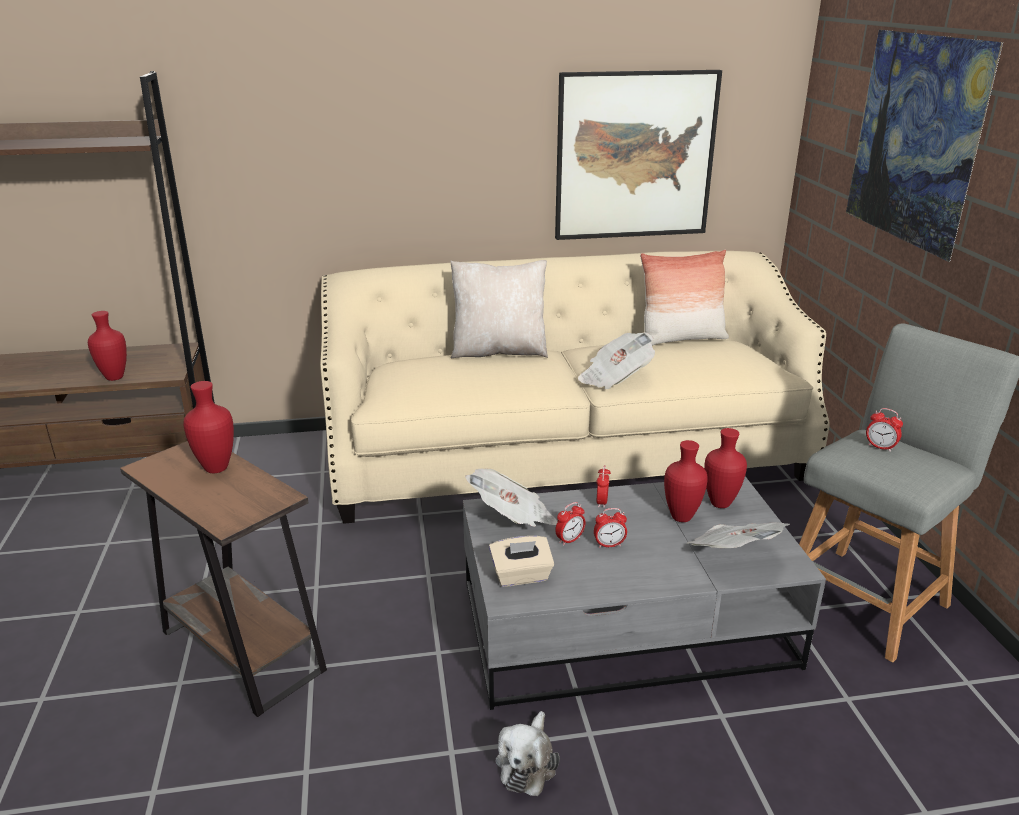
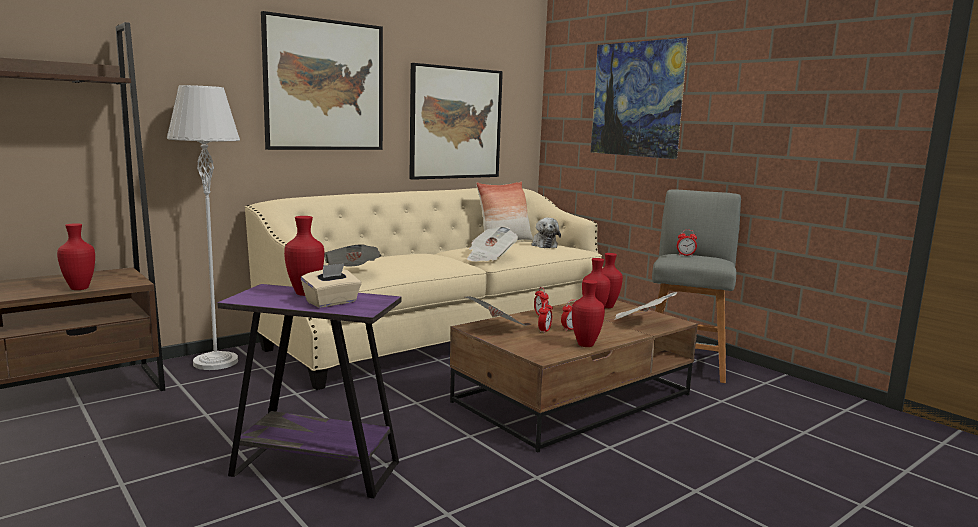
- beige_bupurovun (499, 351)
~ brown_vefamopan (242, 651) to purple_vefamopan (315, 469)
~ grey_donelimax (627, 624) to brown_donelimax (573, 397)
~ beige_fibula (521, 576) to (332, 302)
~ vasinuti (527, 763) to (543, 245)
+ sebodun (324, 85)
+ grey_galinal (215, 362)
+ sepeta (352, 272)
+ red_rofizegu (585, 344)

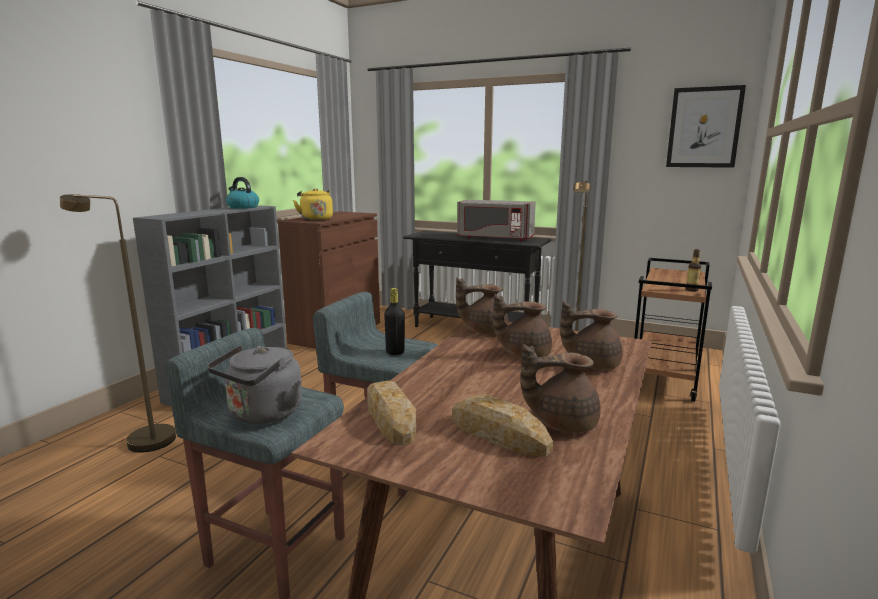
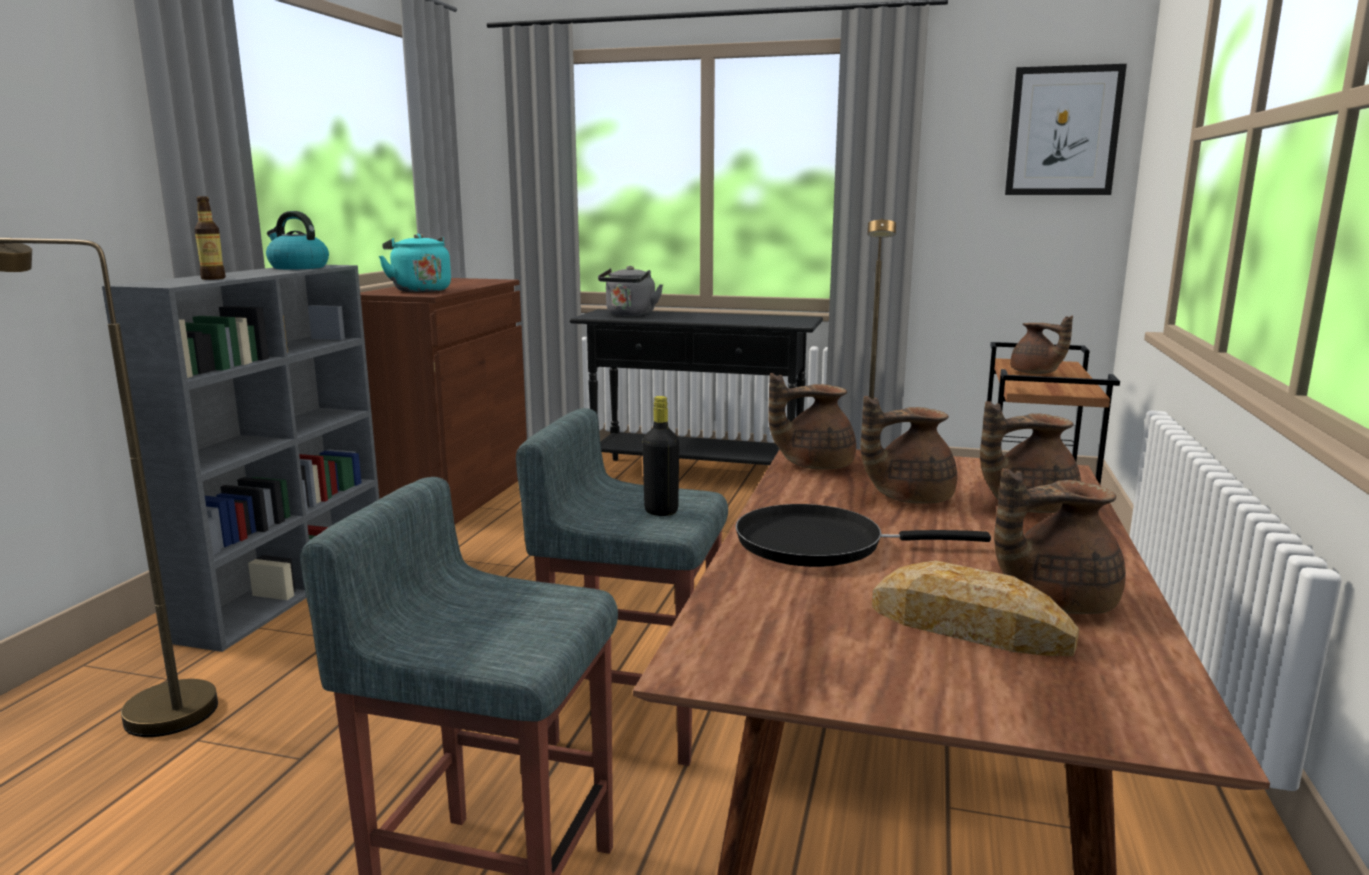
~ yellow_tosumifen (316, 219) to turquoise_tosumifen (420, 290)
- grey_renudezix (494, 238)
~ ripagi (691, 290) to (213, 278)
~ grey_tosumifen (263, 415) to (629, 315)
- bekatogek (390, 418)
+ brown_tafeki (1035, 373)
+ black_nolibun (820, 544)

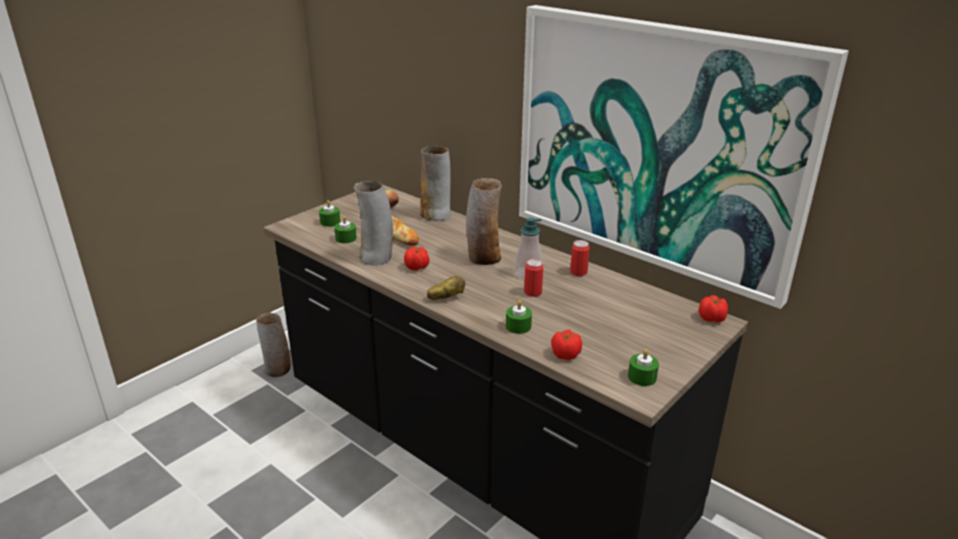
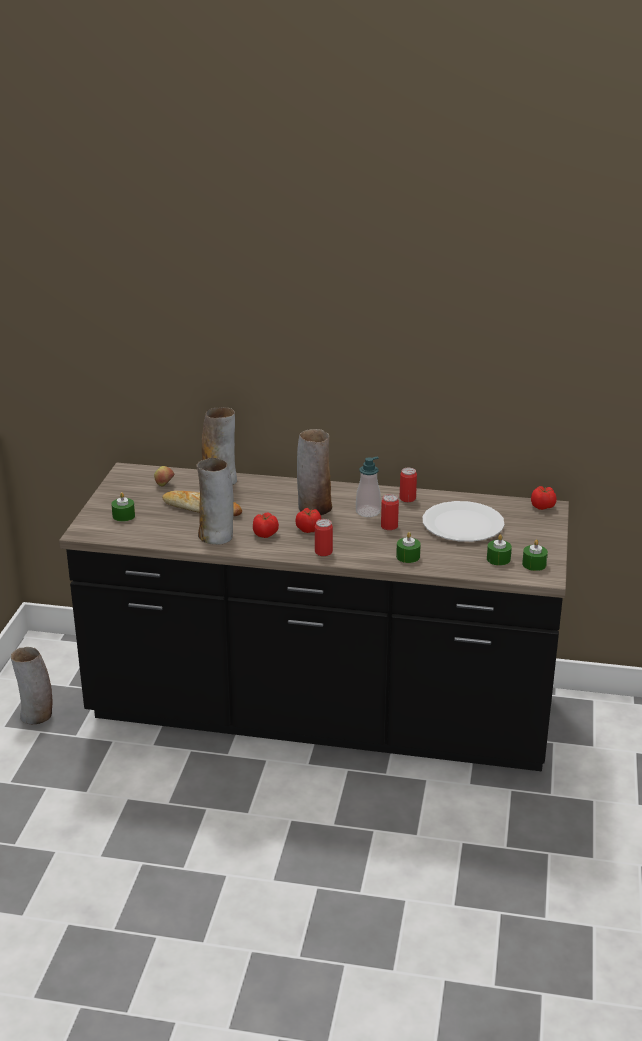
- sebodun (655, 147)
~ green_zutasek (346, 238) to (498, 559)
~ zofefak (446, 298) to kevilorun (323, 552)
~ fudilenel (565, 354) to (308, 529)
+ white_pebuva (463, 524)

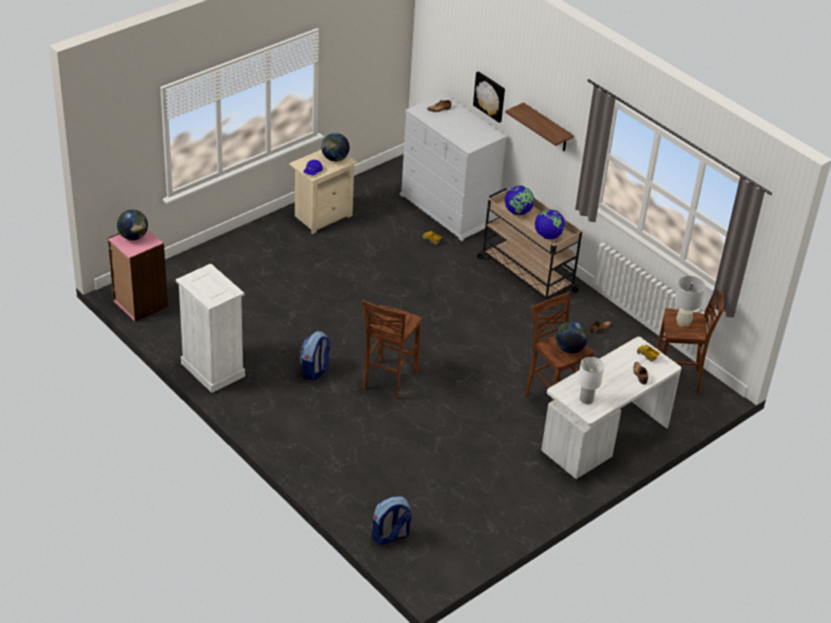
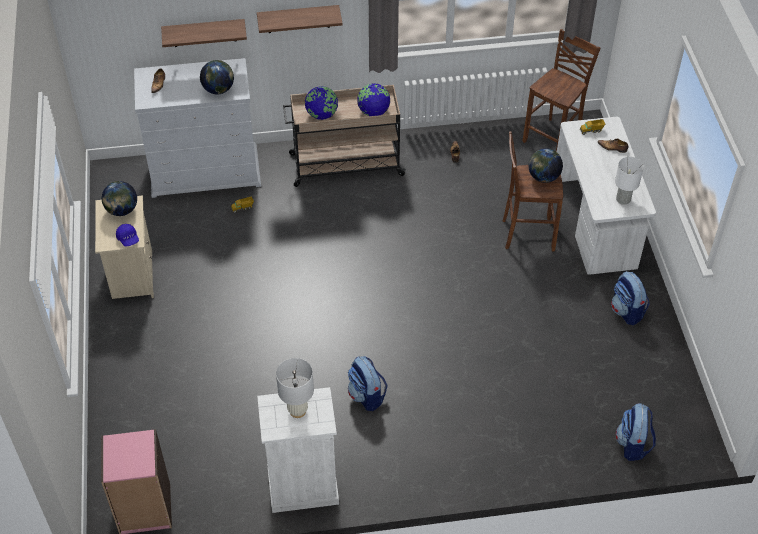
~ sebodun (490, 96) to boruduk (204, 33)
~ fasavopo (133, 237) to (218, 90)
~ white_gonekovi (683, 323) to (298, 410)
- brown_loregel (388, 381)
+ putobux (627, 311)

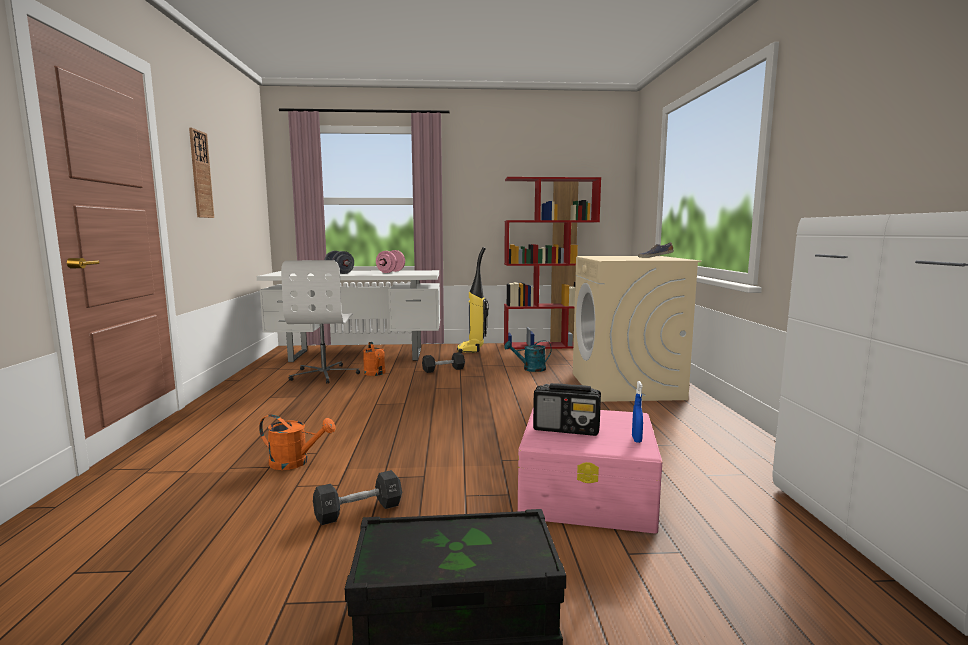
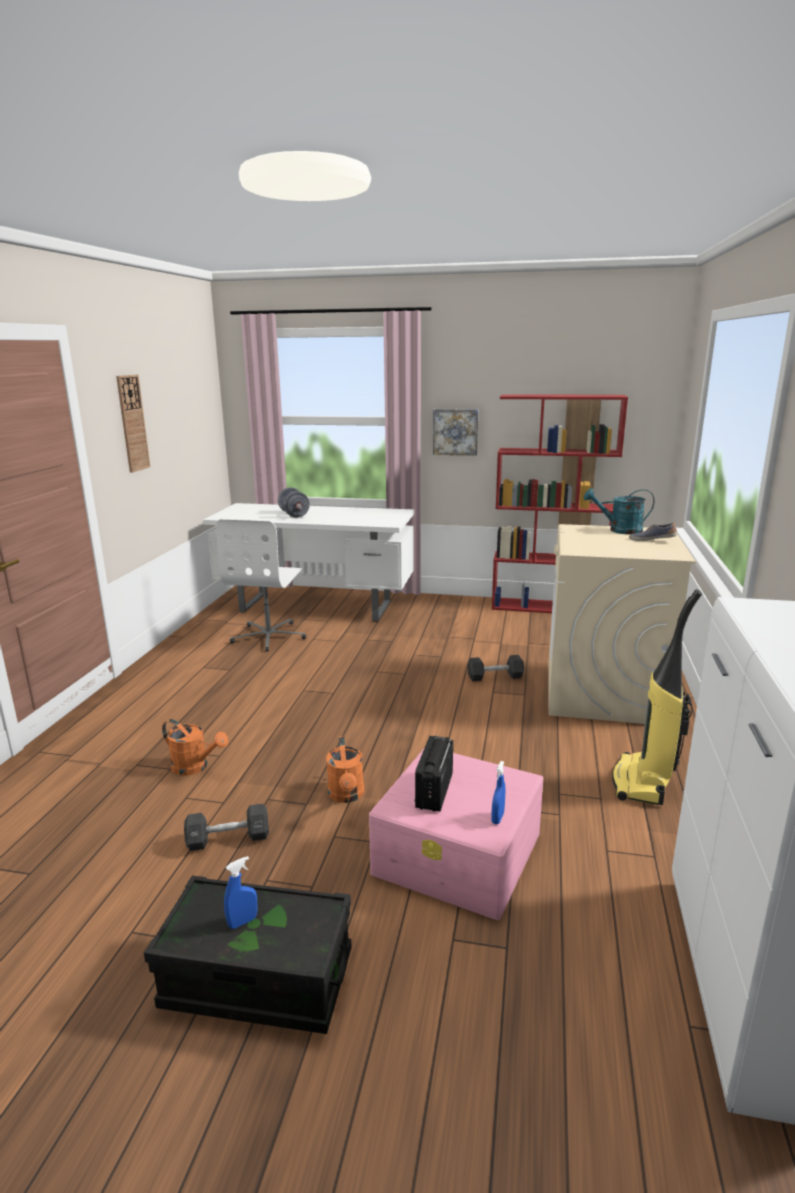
~ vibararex (471, 349) to (642, 783)
- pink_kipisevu (391, 272)
~ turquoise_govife (530, 369) to (619, 530)
~ orange_govife (375, 374) to (347, 796)
~ black_kipisevu (443, 370) to (495, 677)
~ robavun (566, 429) = (434, 791) 75 degrees clockwise
+ sebodun (455, 431)
+ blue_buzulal (243, 922)

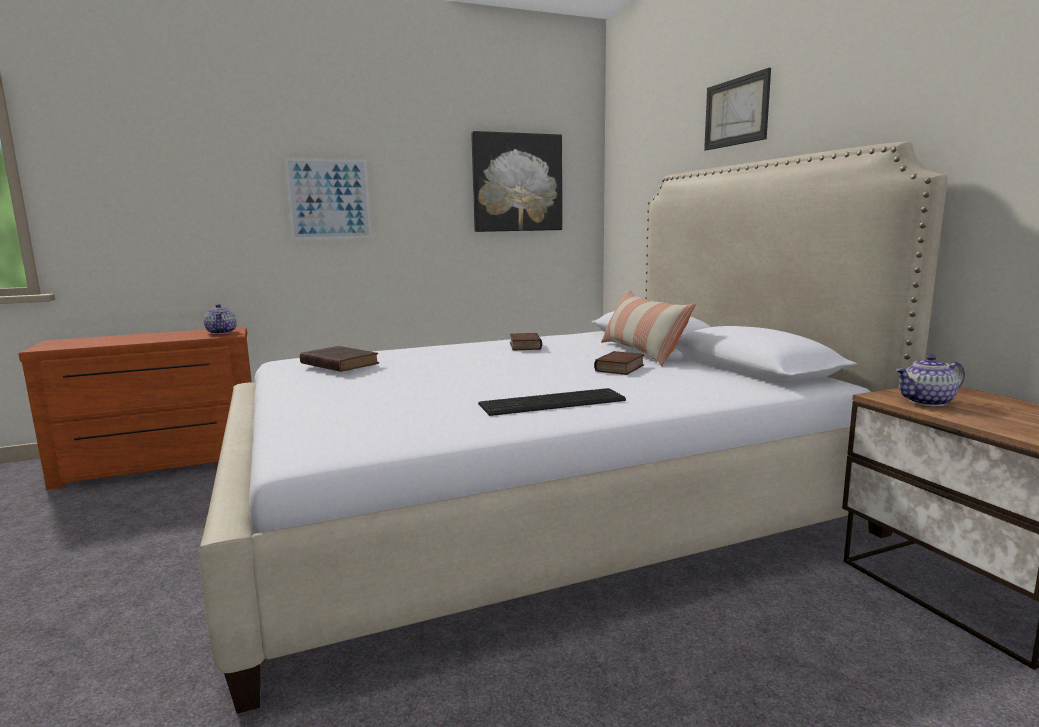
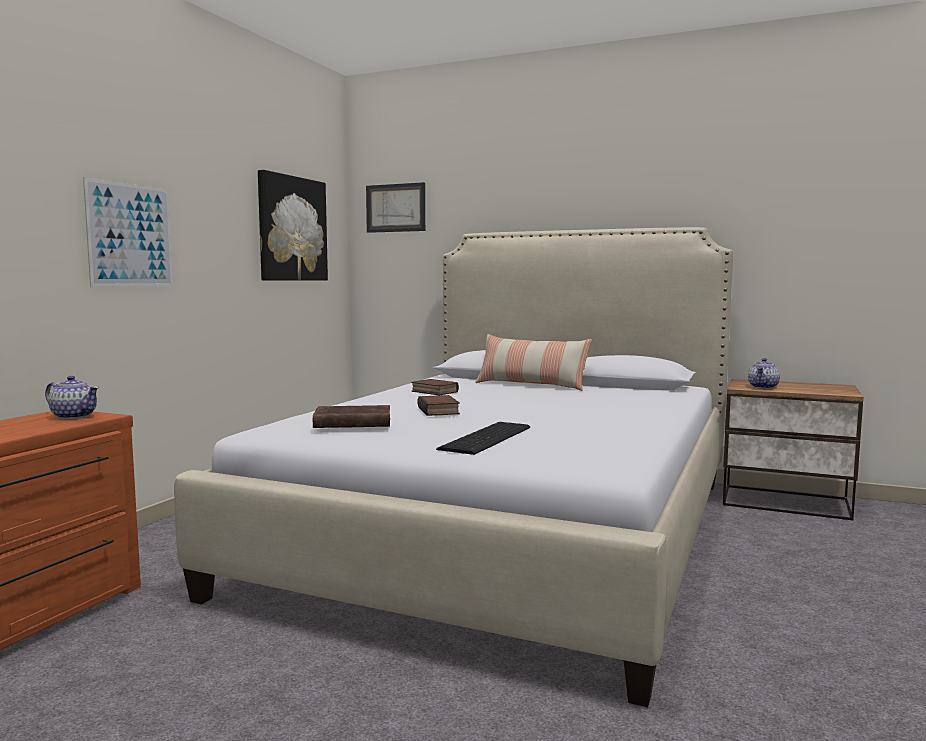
~ sebodun (736, 112) to (395, 208)
~ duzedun (621, 368) to (440, 411)
~ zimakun (554, 403) to (489, 438)

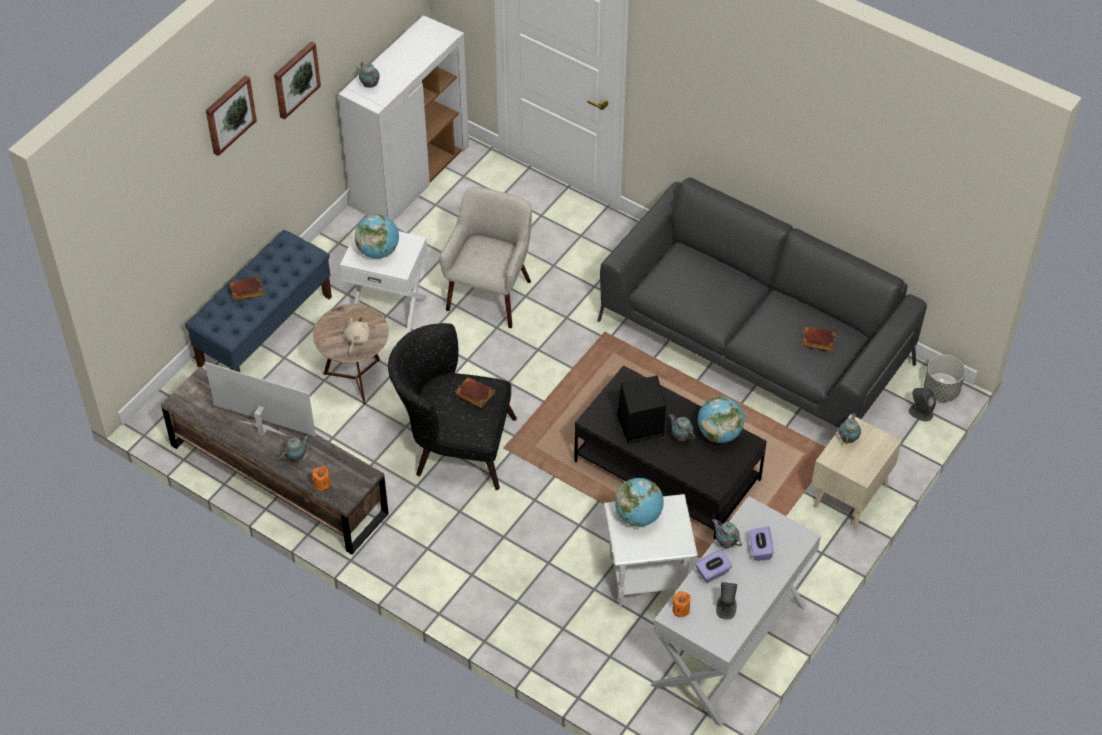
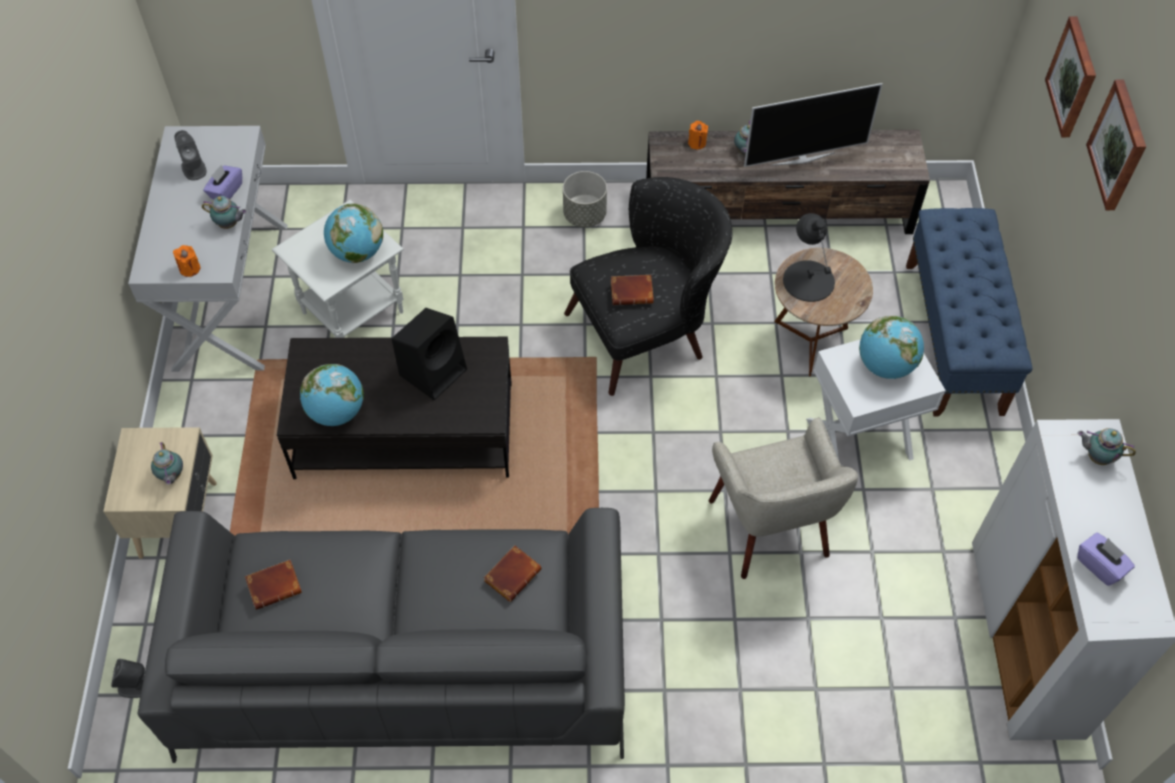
~ sebodun (295, 79) to (1073, 77)
~ brown_duzedun (246, 292) to (512, 574)
~ beige_vasinuti (356, 340) to black_gonekovi (808, 280)
~ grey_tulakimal (941, 390) to (584, 215)
- tafeki (681, 436)
~ purple_fibula (760, 549) to (1100, 565)
~ orange_zutasek (681, 610) to (190, 269)

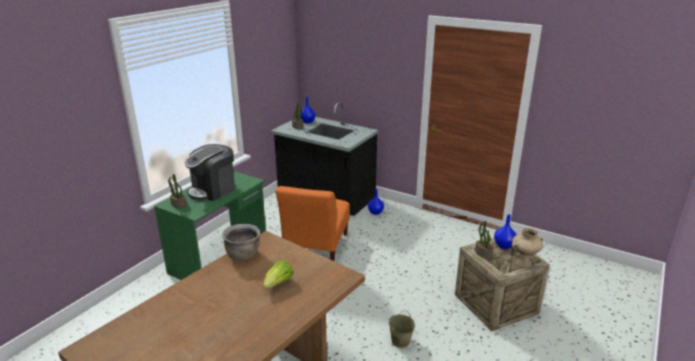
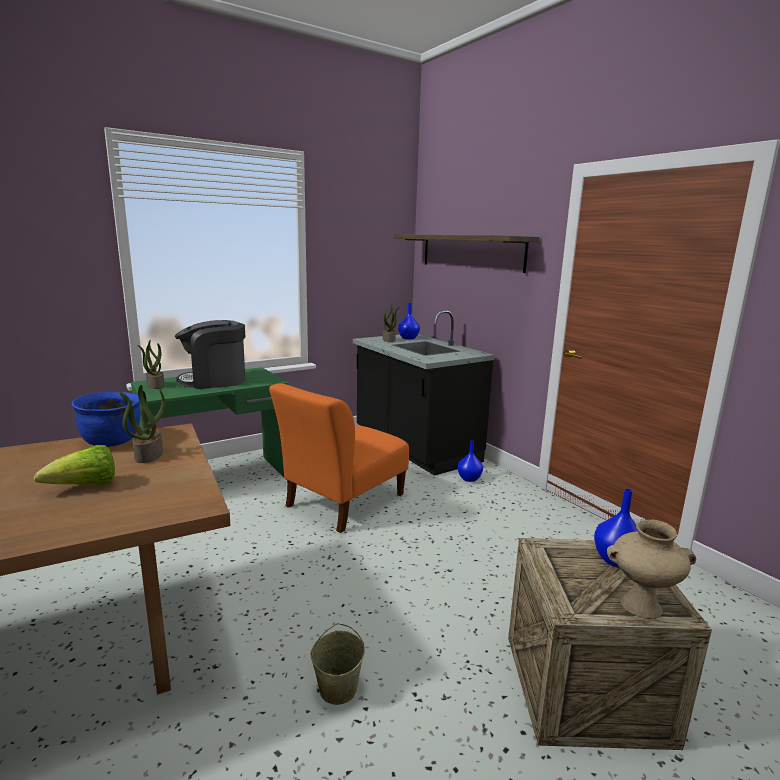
~ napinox (482, 253) to (148, 455)
~ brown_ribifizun (243, 255) to blue_ribifizun (112, 441)
+ boruduk (471, 252)

